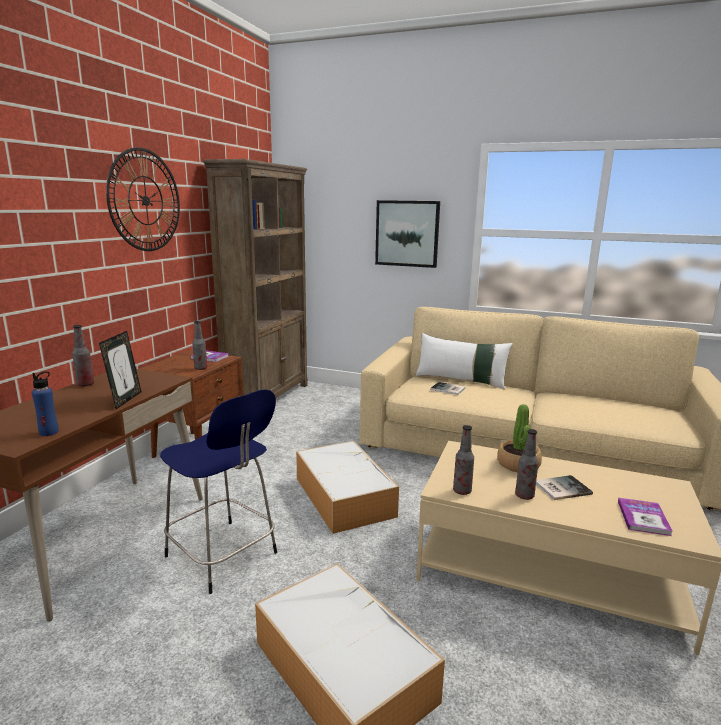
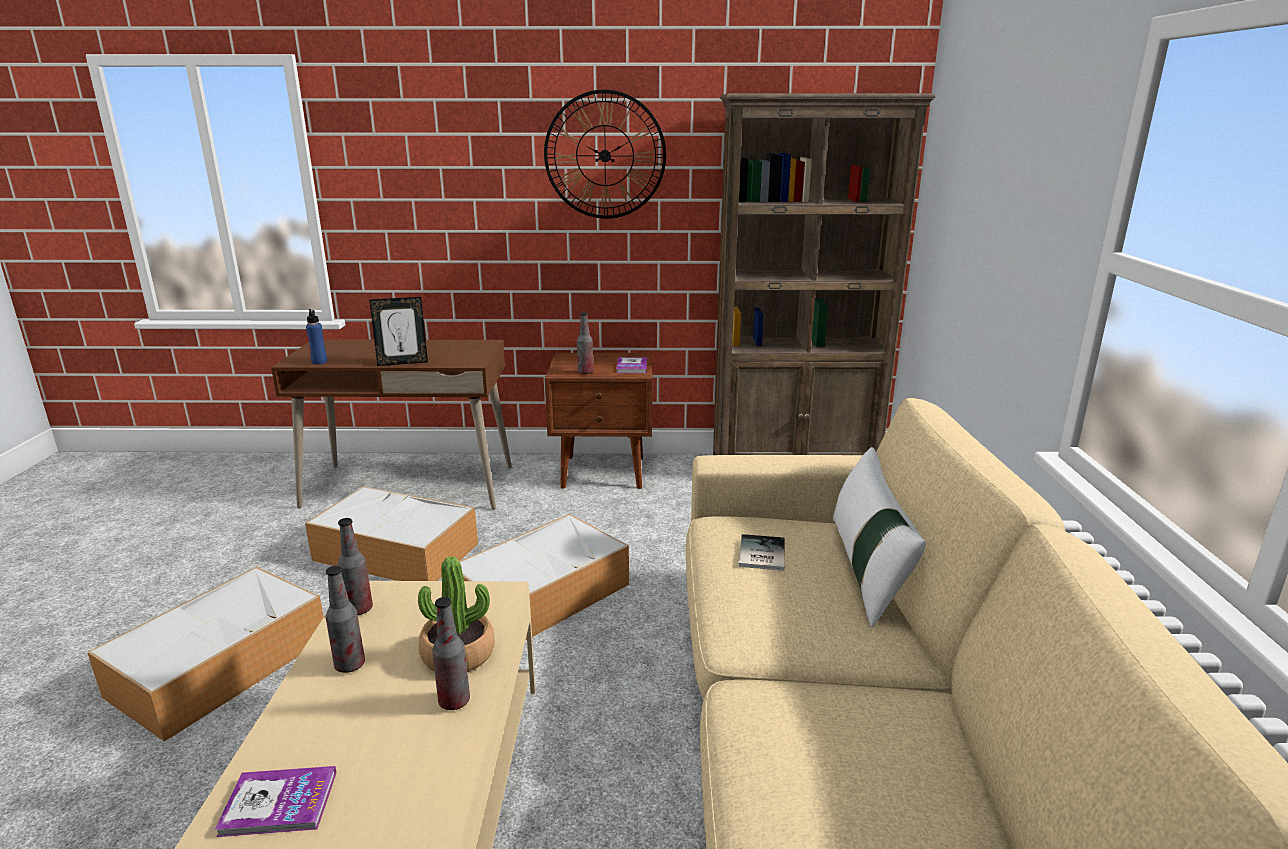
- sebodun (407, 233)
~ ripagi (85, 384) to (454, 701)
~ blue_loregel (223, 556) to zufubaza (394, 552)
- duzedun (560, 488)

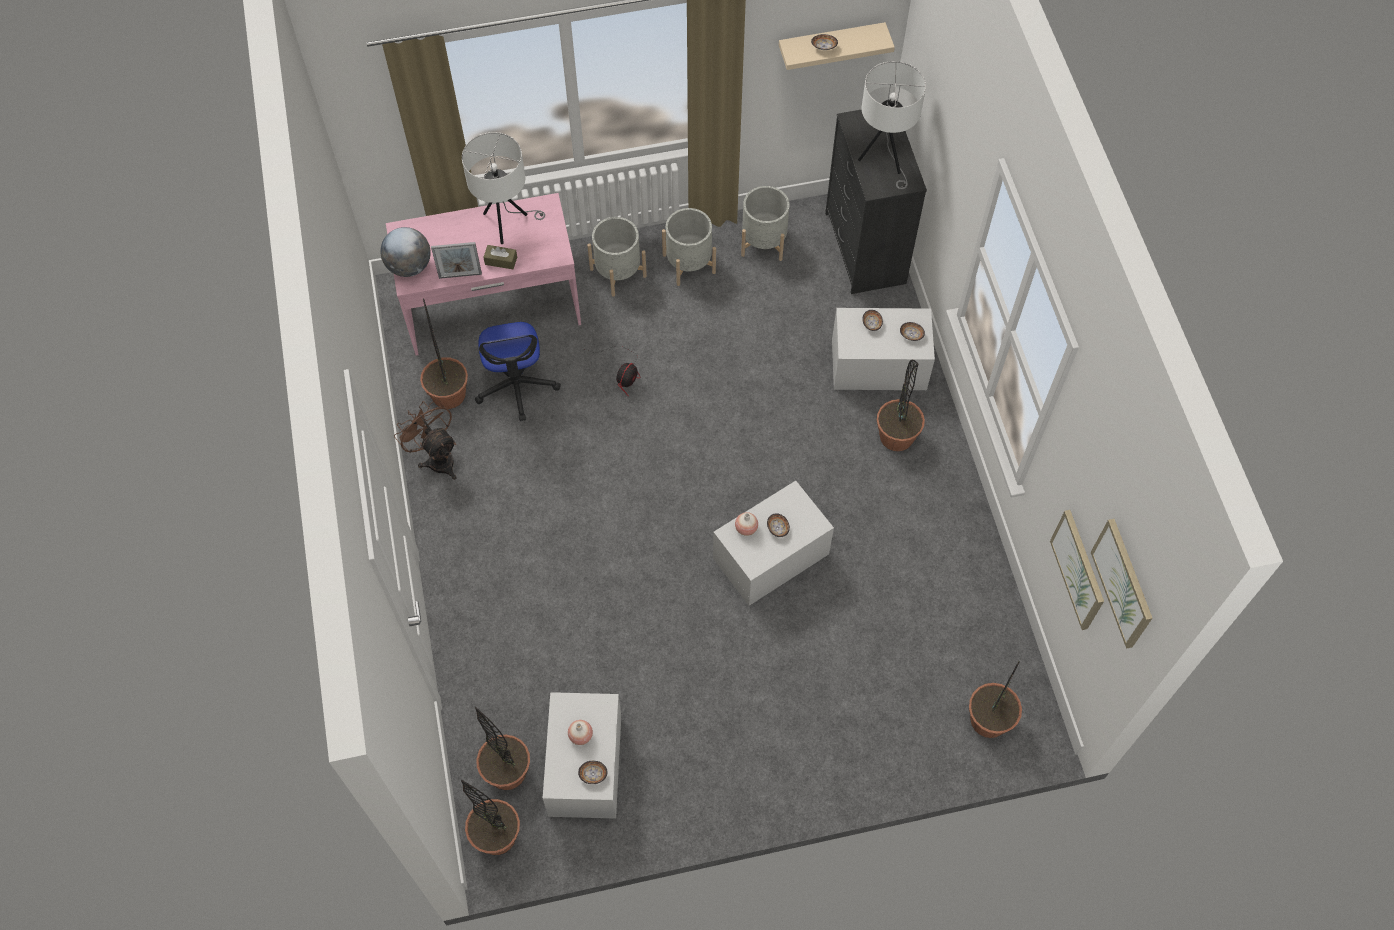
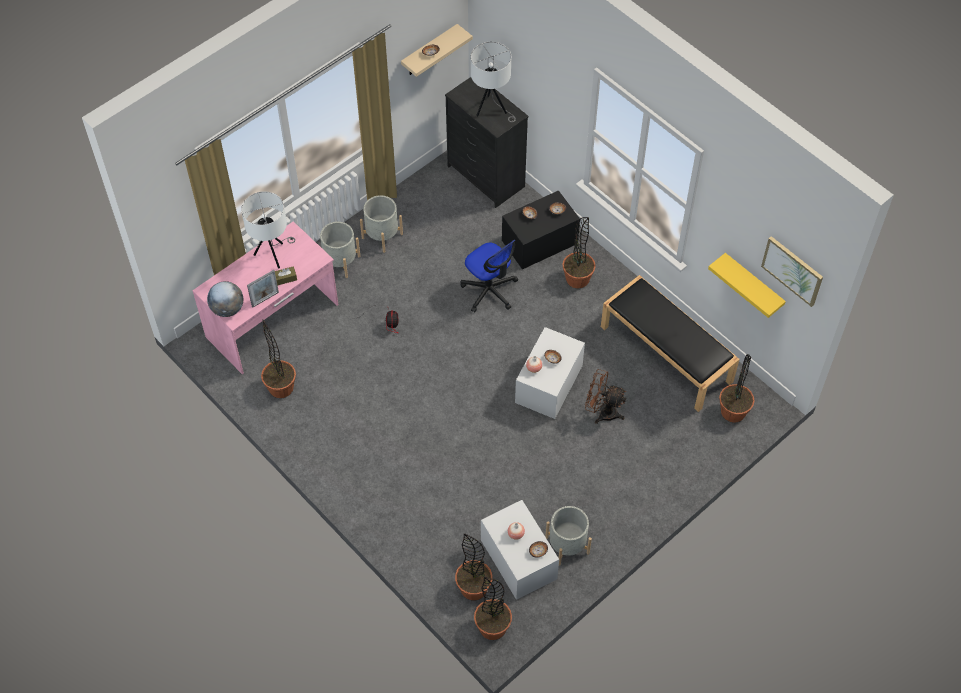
~ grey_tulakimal (763, 242) to (567, 545)
~ white_zufubaza (879, 364) to black_zufubaza (539, 242)
~ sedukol (517, 386) to (489, 291)
~ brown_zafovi (437, 457) to (602, 412)
~ sebodun (1078, 569) to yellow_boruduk (753, 284)
+ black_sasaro (667, 354)

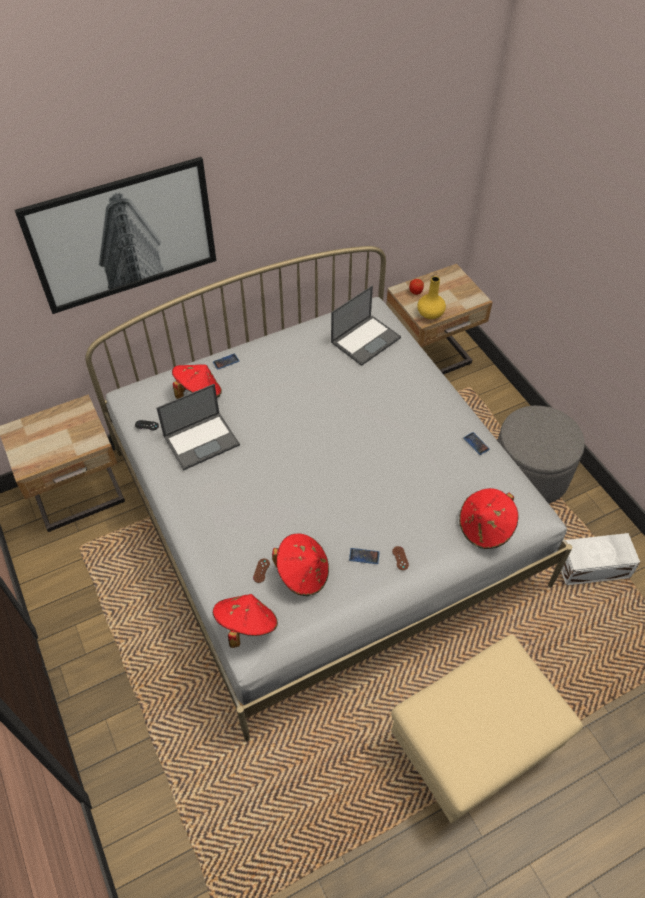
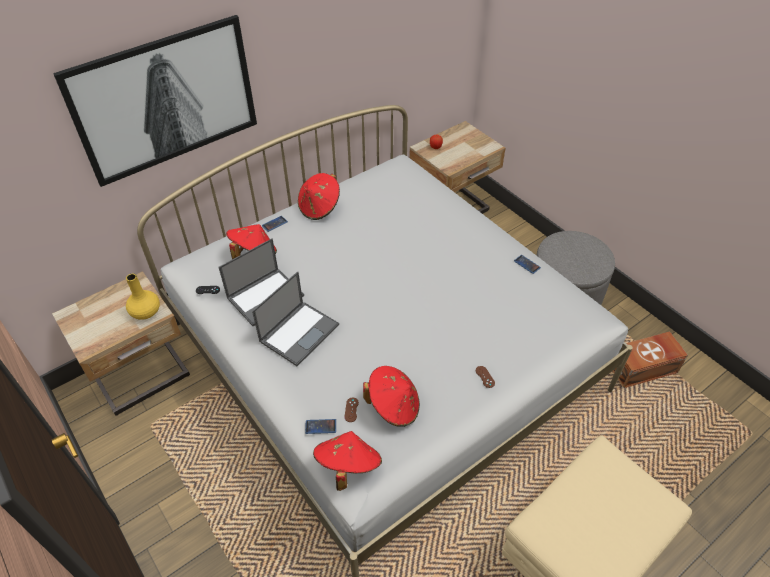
~ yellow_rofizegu (430, 314) to (145, 312)
~ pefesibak (366, 339) to (299, 332)
~ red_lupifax (485, 528) to (320, 208)
~ white_zufubaza (593, 568) to brown_zufubaza (643, 369)
~ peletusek (364, 556) to (320, 426)

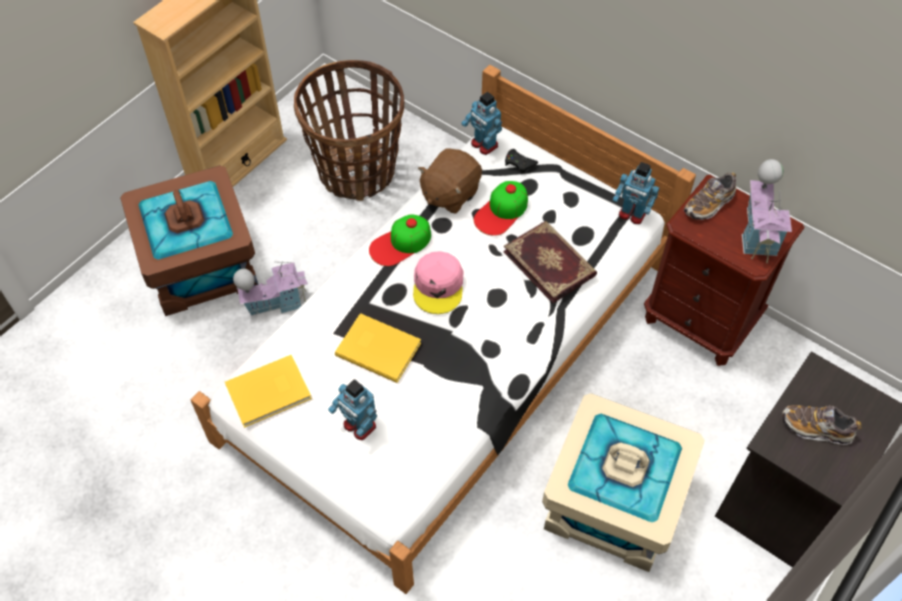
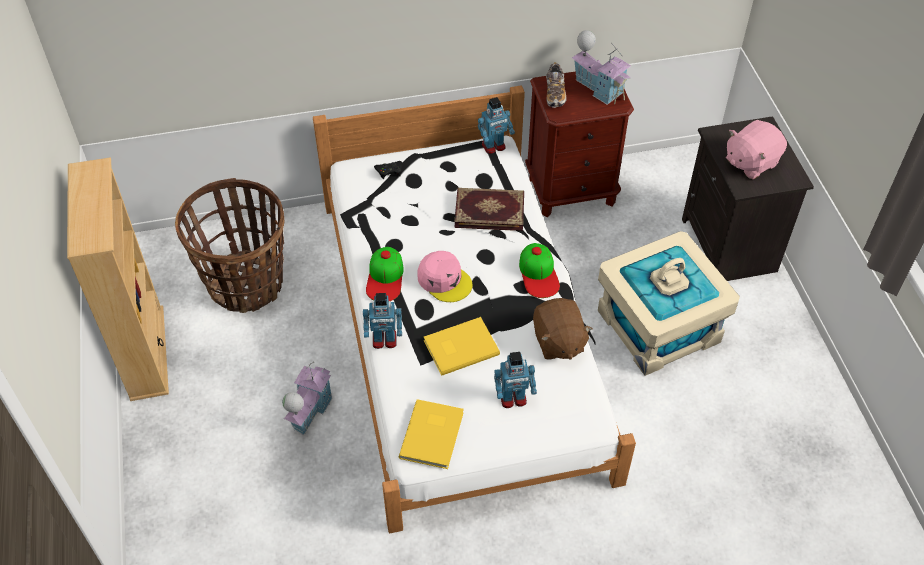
~ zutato (484, 145) to (384, 340)
~ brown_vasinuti (449, 193) to (558, 342)
- brown_zufubaza (202, 265)
~ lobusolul (501, 211) to (539, 274)
~ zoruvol (816, 428) to pink_vasinuti (750, 162)

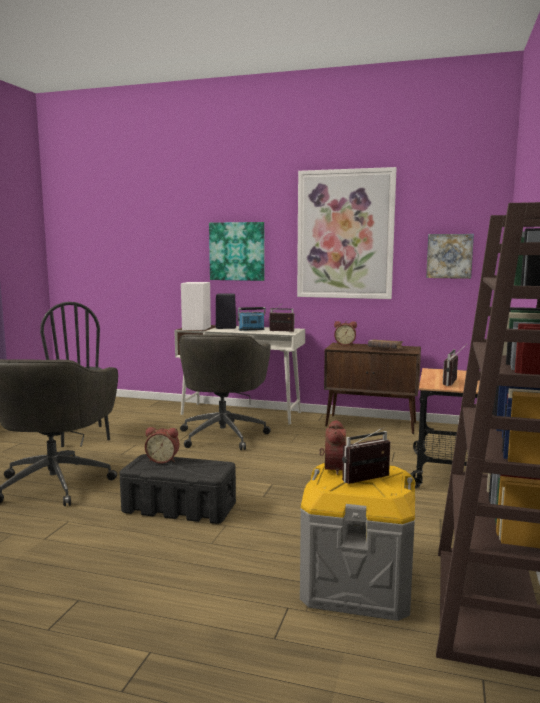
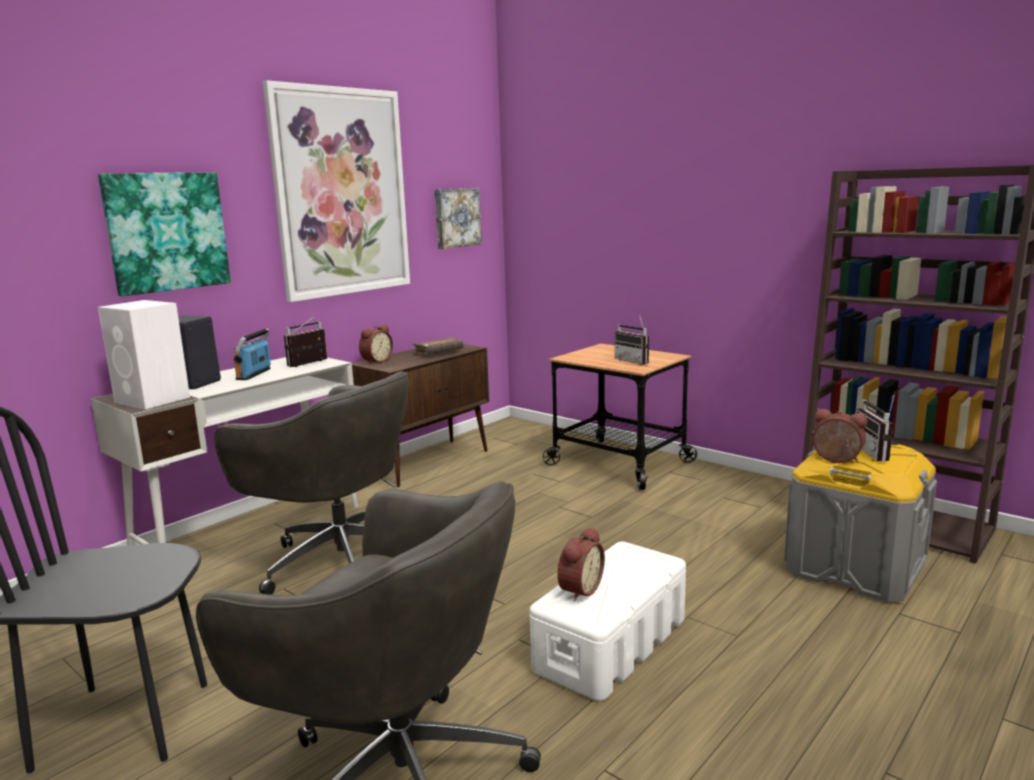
~ black_zufubaza (180, 508) to white_zufubaza (612, 644)

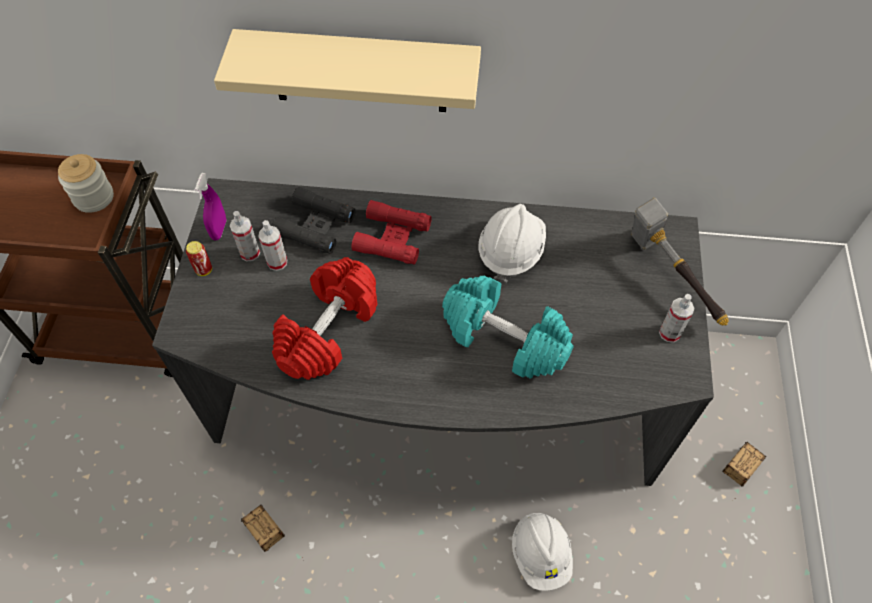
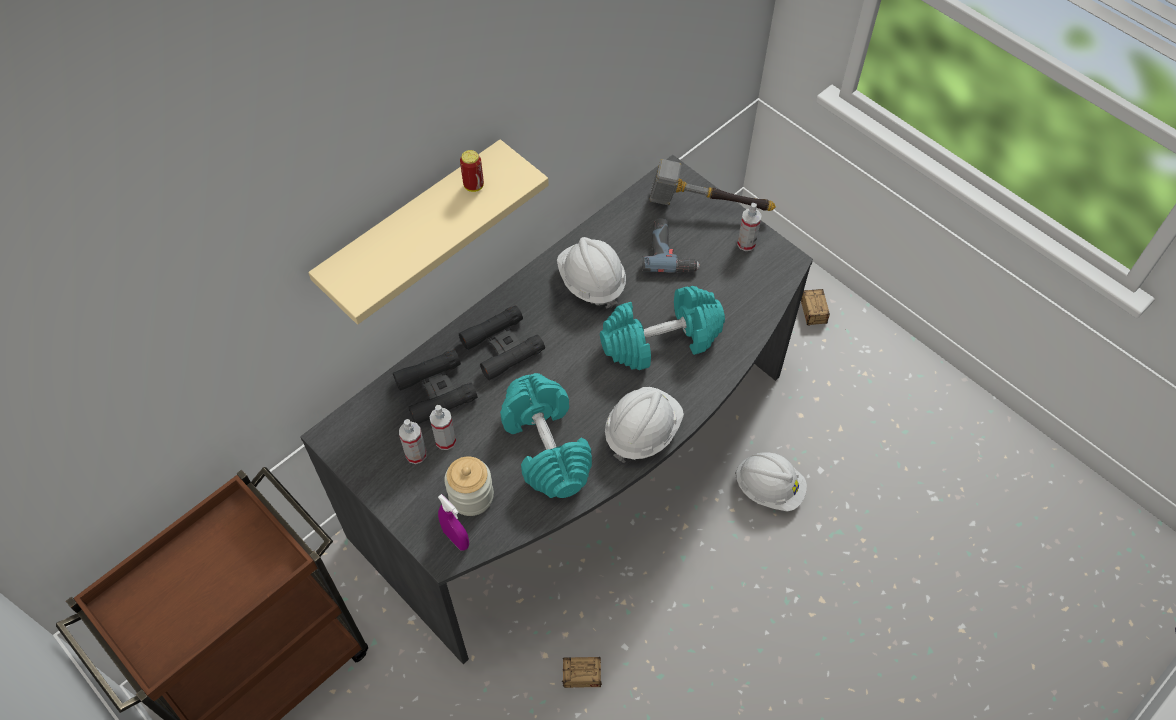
~ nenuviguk (94, 197) to (471, 496)
~ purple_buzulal (219, 230) to (456, 538)
~ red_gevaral (392, 238) to black_gevaral (502, 347)
~ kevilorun (204, 270) to (473, 186)
~ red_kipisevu (328, 330) to turquoise_kipisevu (545, 447)
+ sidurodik (670, 252)
+ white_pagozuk (642, 431)

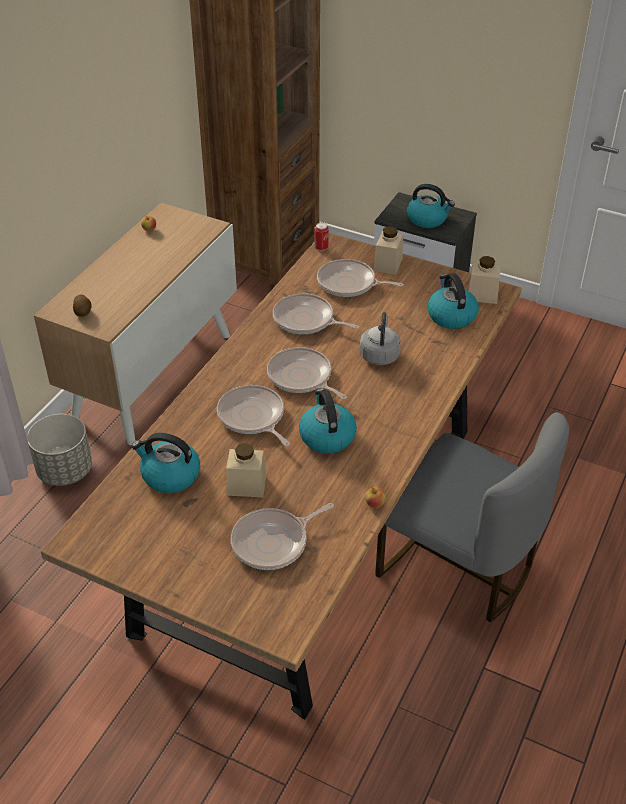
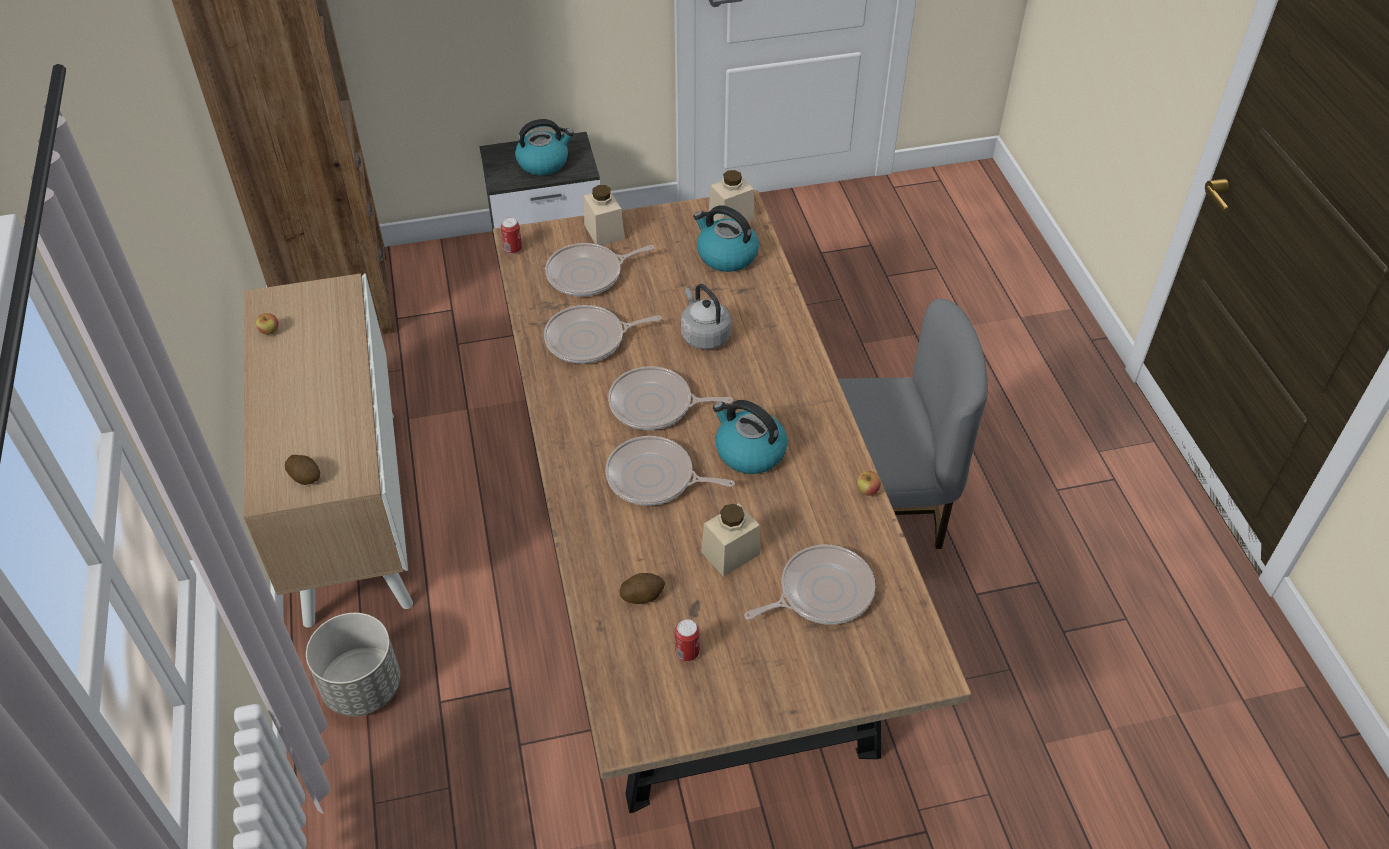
~ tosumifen (170, 475) to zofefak (642, 595)
~ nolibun (273, 542) = (821, 592) 135 degrees counterclockwise
+ kevilorun (687, 652)

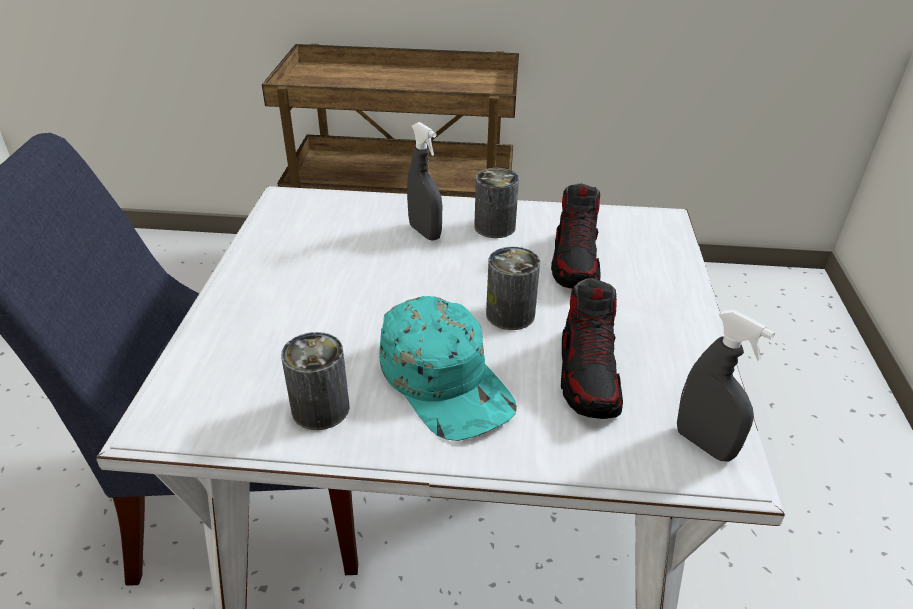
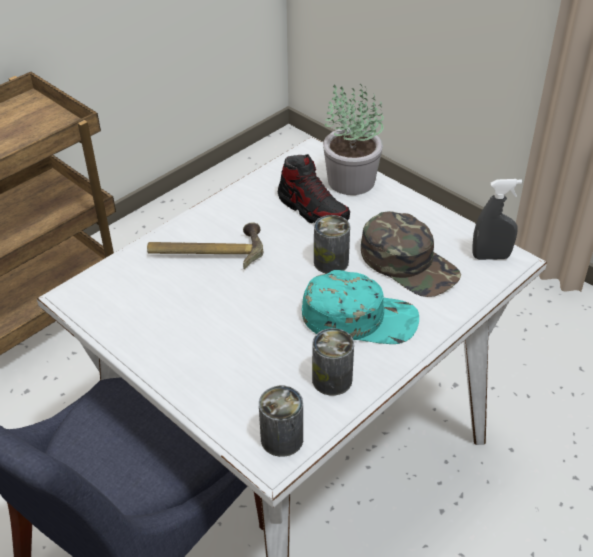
~ grey_buzulal (425, 232) to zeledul (206, 251)
~ kevilorun (494, 227) to (282, 439)
~ zoruvol (588, 374) to green_lobusolul (409, 263)
+ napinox (350, 181)

